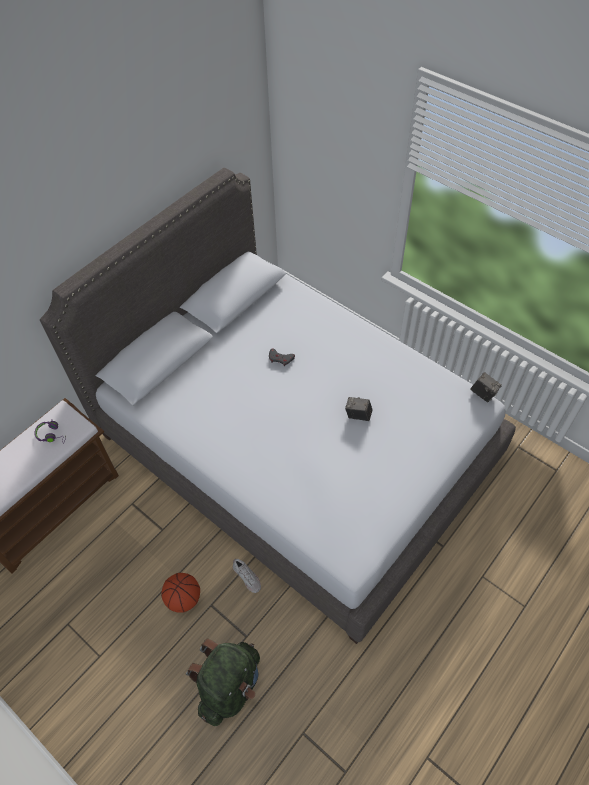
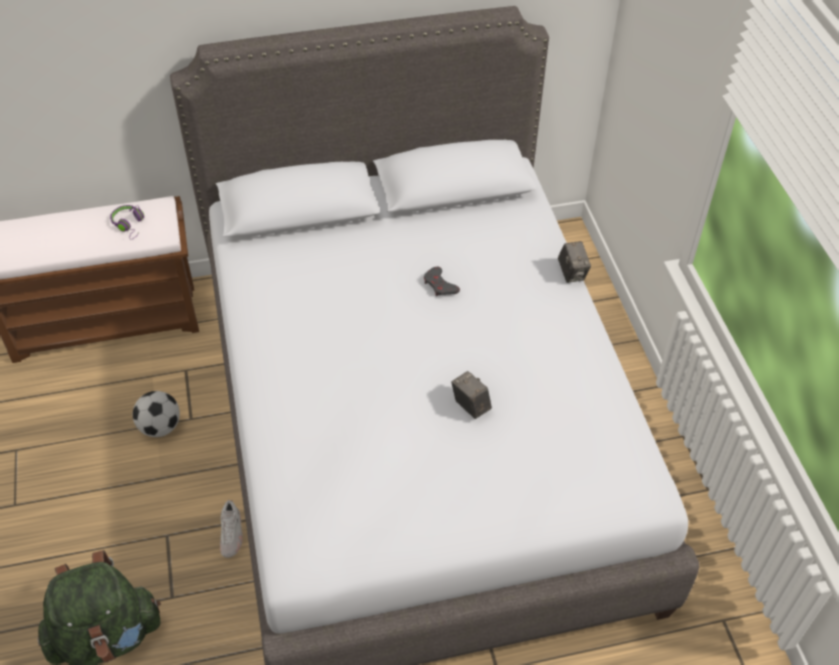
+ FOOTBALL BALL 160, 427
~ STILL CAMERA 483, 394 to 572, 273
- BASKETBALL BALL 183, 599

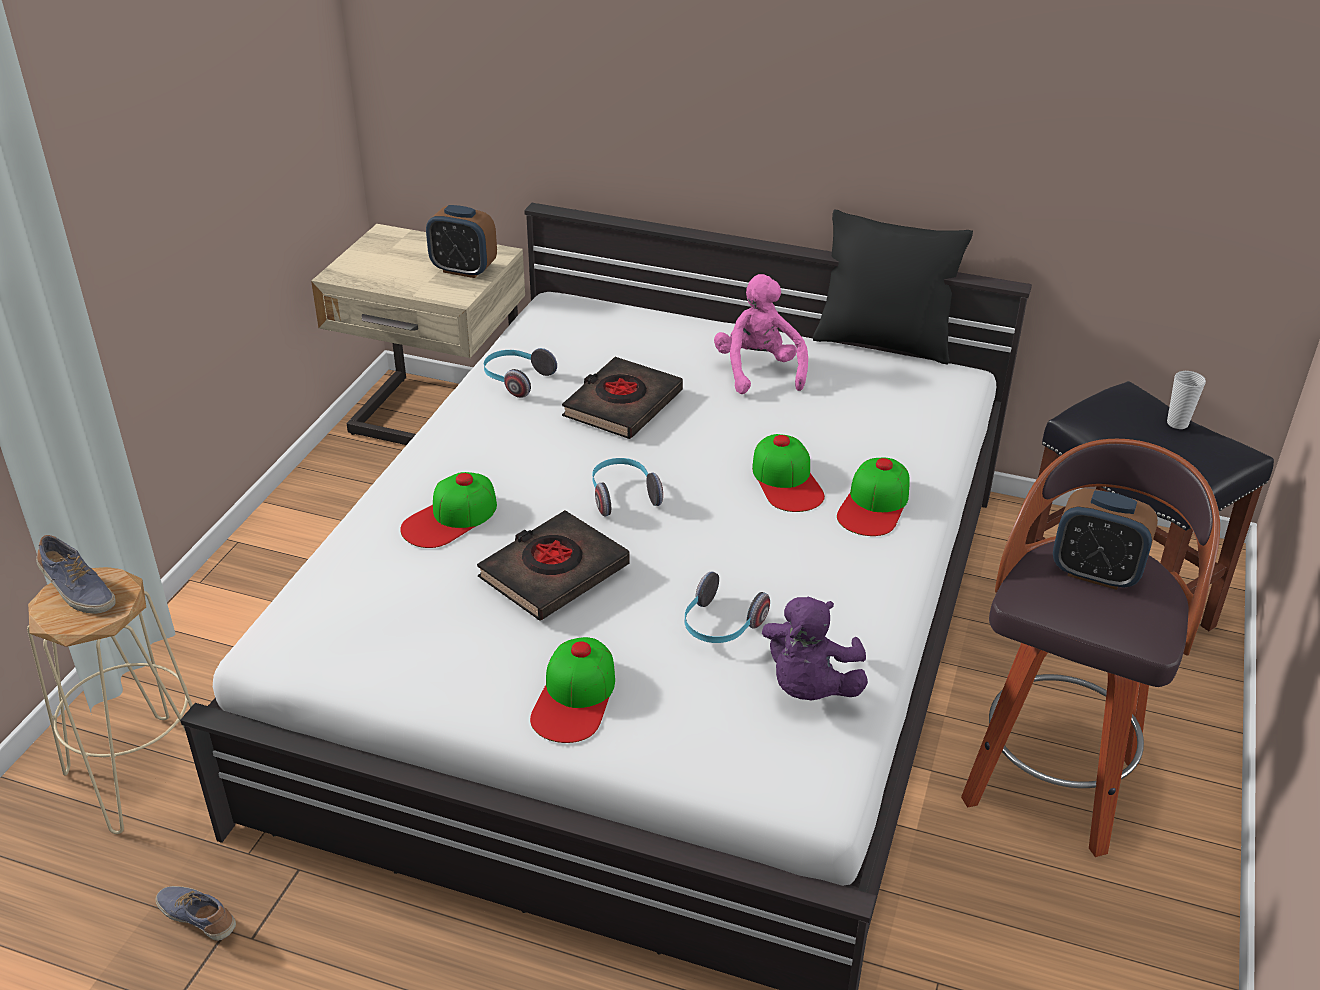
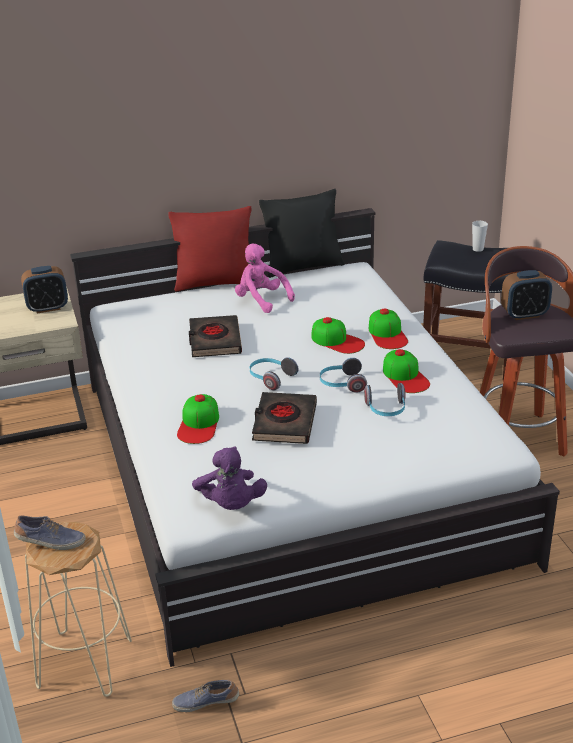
+ RED-COLOURED PILLOW 215, 283
~ PURPLE-COLOURED CUDDLY TOY 809, 687 to 231, 505
~ HEADSET 516, 380 to 342, 384
~ PEAKED CAP 575, 697 to 405, 376

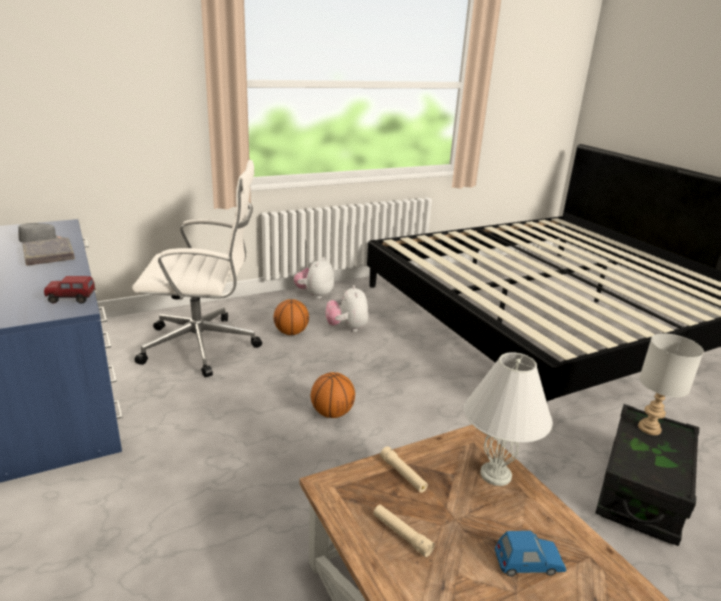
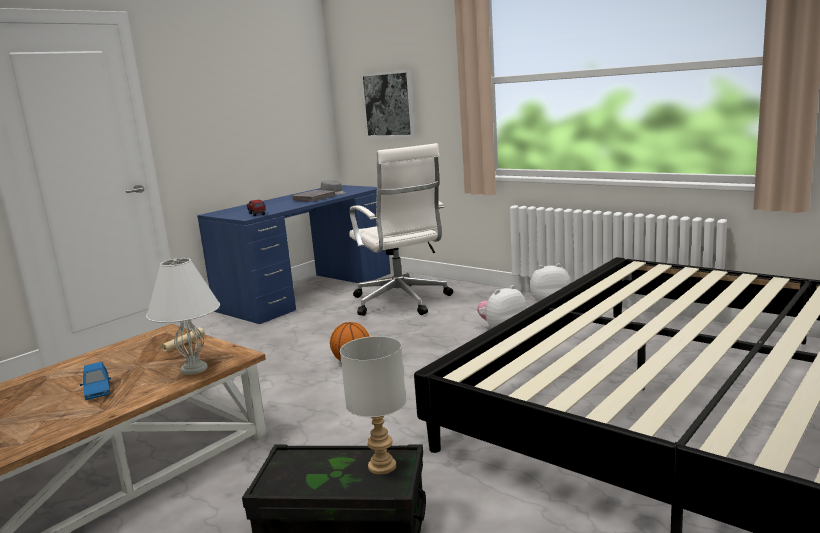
+ WALL ART 389, 104
- BASKETBALL BALL 291, 333
- BEIGE-COLOURED HAND TORCH 401, 534

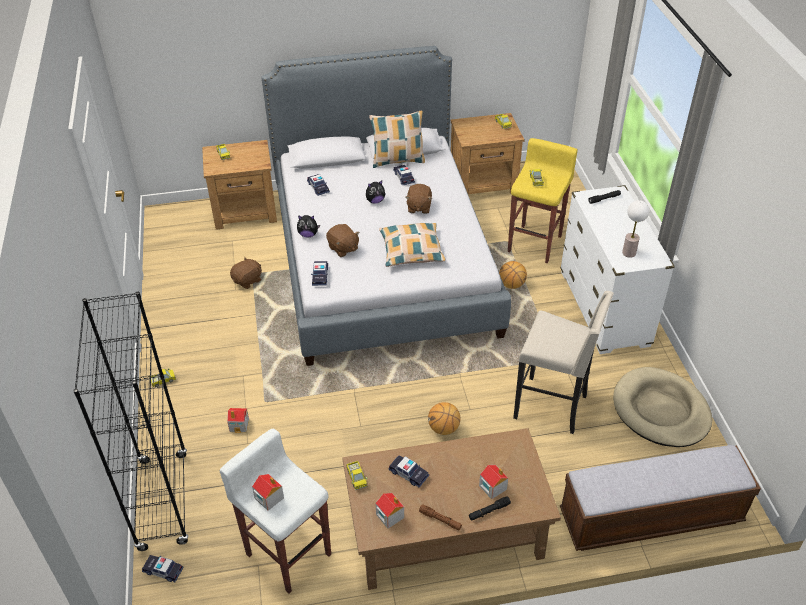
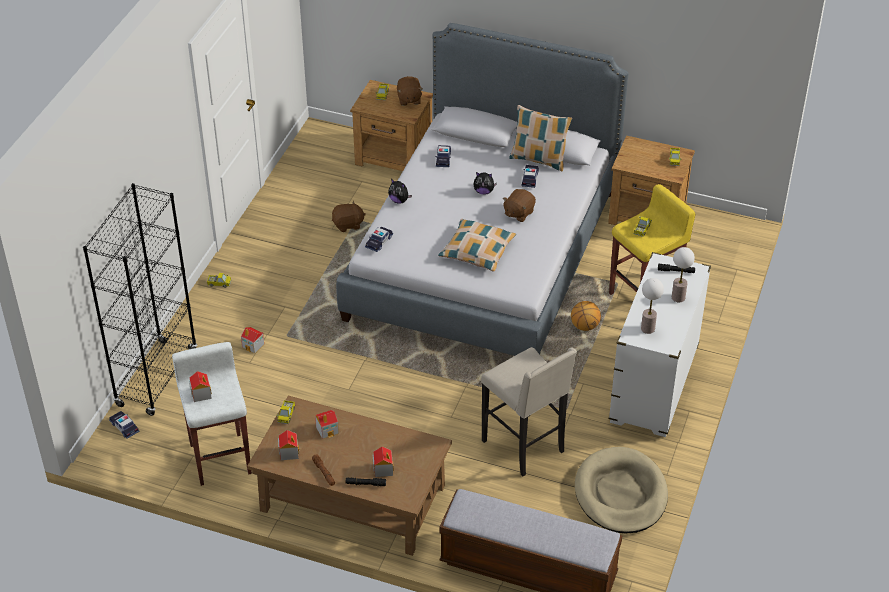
~ MINIATURE CAR 408, 474 to MODEL HOUSE 327, 430
~ BROWNISH CUDDLY TOY 343, 248 to 409, 99
+ TABLETOP LAMP 678, 297
- BASKETBALL BALL 443, 428

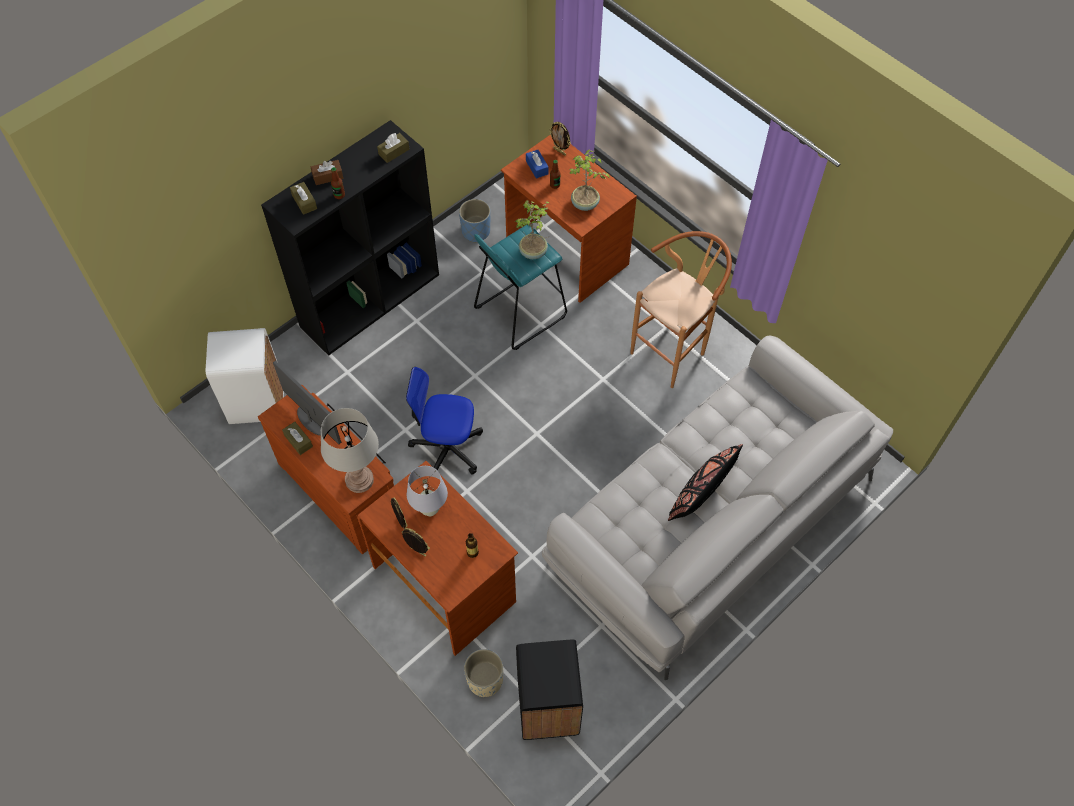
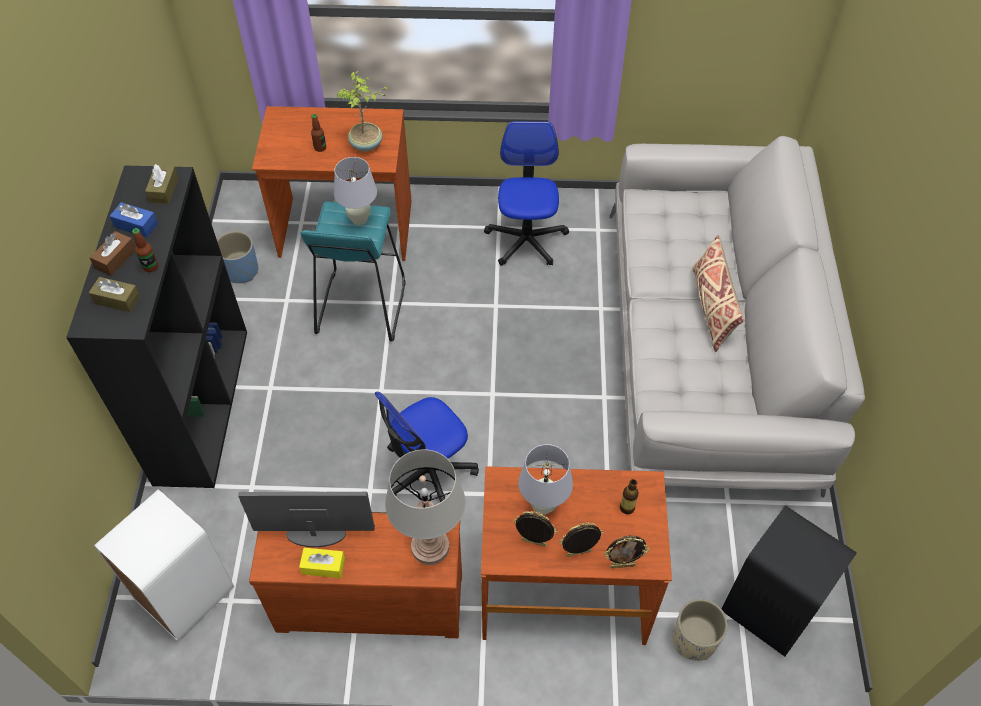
~ BLUISH BOX OF TISSUES 537, 167 to 136, 225
~ BROWNISH BOX OF TISSUES 298, 441 to YELLOW BOX OF TISSUES 323, 566
~ PLANT IN A POT 534, 252 to WHITE-COLOURED TABLETOP LAMP 359, 219
~ BROWNISH SITTING STOOL 673, 351 to DESK CHAIR 526, 240
~ STANDING FRAME 560, 151 to 622, 565
~ BLACKISH PILLOW 702, 491 to BEIGE-COLOURED PILLOW 712, 308

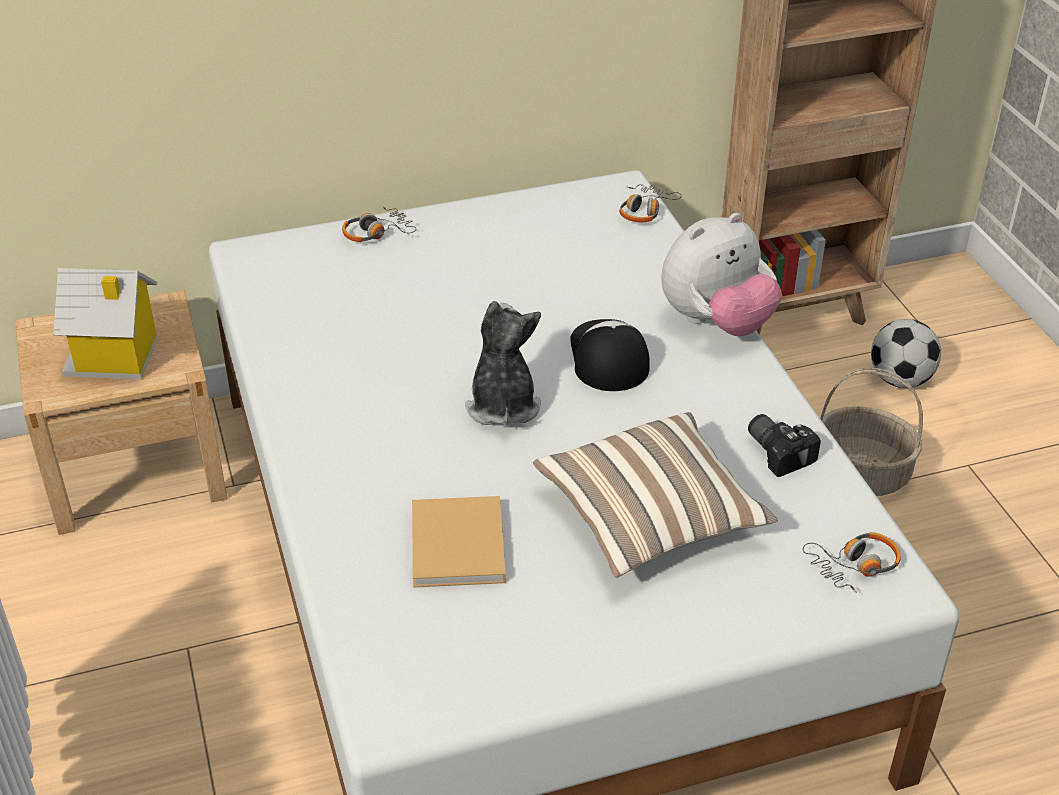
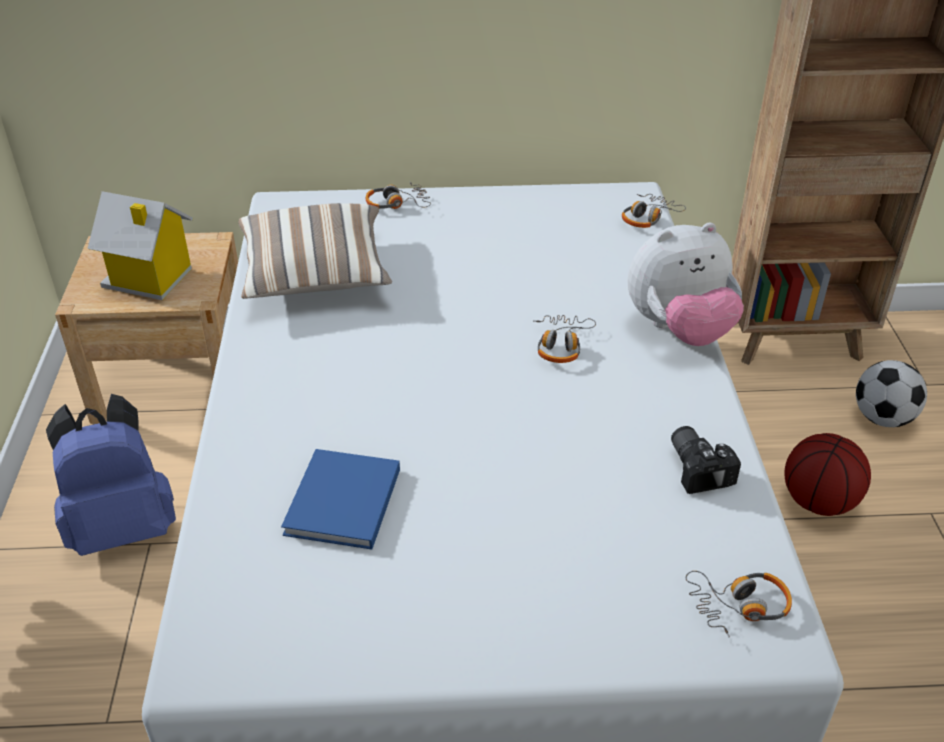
+ BLUISH BACKPACK 124, 527
~ PILLOW 651, 518 to 316, 275
~ BEIGE-COLOURED BOUND BOOK 458, 548 to BLUISH BOUND BOOK 342, 504
~ PEAKED CAP 608, 356 to HEADSET 561, 345
~ BASKET 862, 473 to BASKETBALL BALL 819, 501
- CUDDLY TOY 502, 405

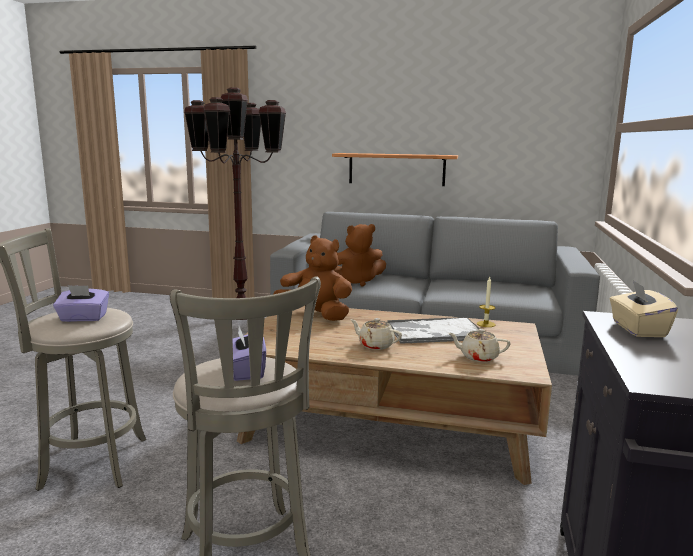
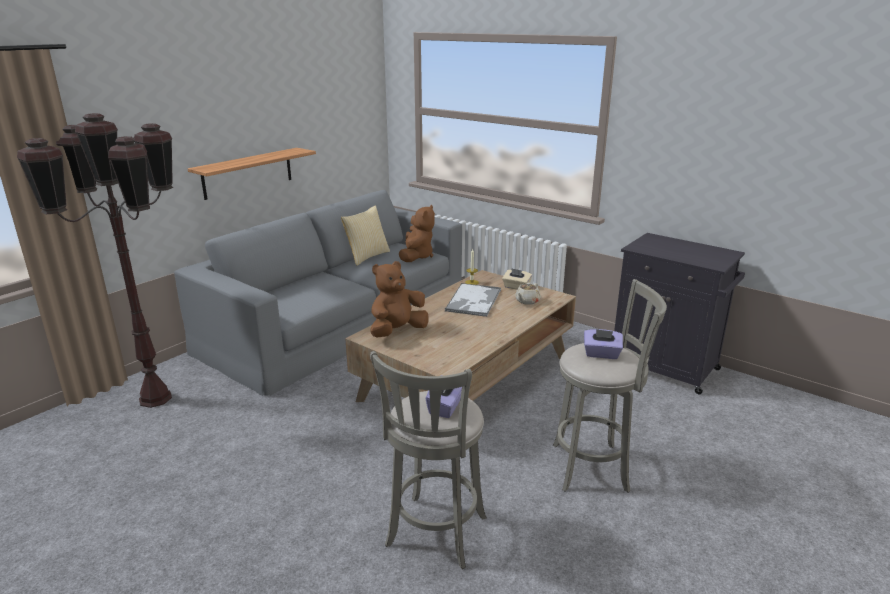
+ PILLOW 366, 257
~ BROWNISH CUDDLY TOY 357, 282 to 416, 256
~ BEIGE-COLOURED BOX OF TISSUES 637, 329 to 516, 287
- BEIGE-COLOURED TEAPOT 375, 345

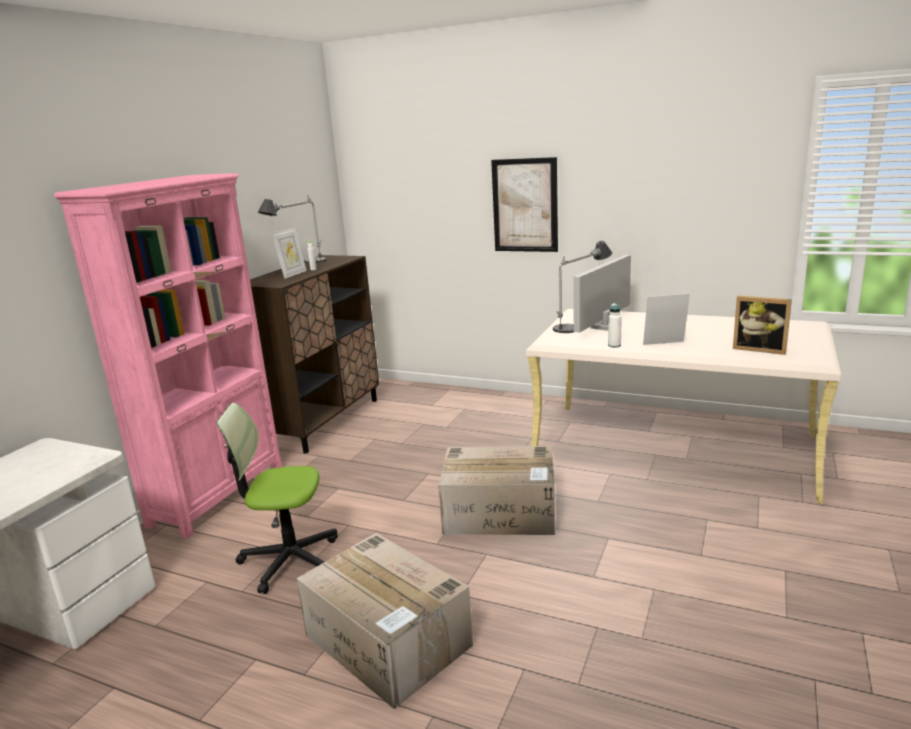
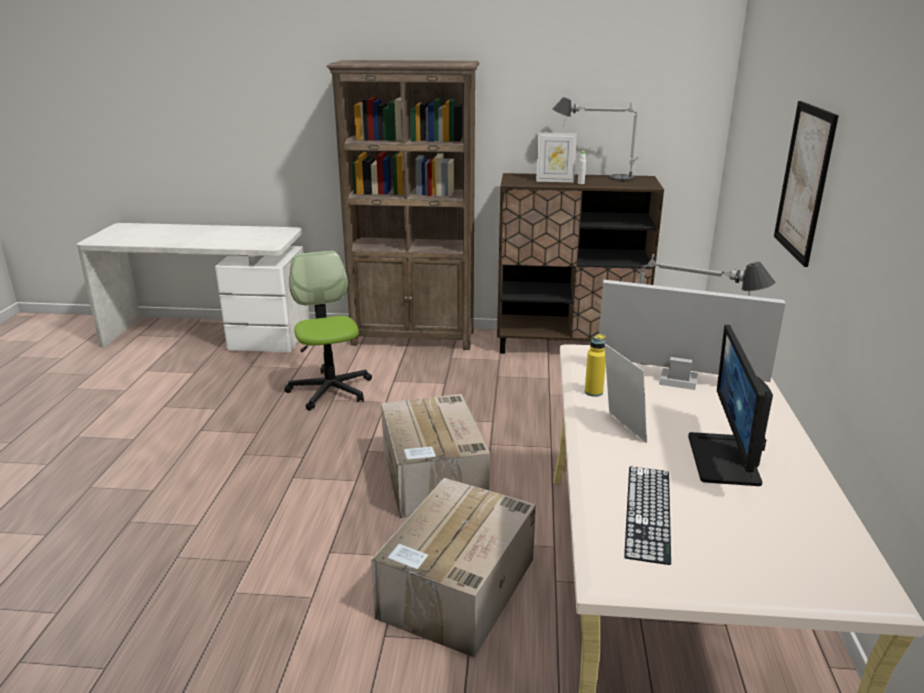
~ PINKISH BOOKCASE 219, 494 to BROWNISH BOOKCASE 414, 338
~ CARDBOARD BOX 389, 641 to 457, 589
~ WHITE-COLOURED DRINK BOTTLE 614, 345 to YELLOW DRINK BOTTLE 593, 392
~ STANDING FRAME 759, 349 to KEYBOARD 648, 512
+ MONITOR 725, 459

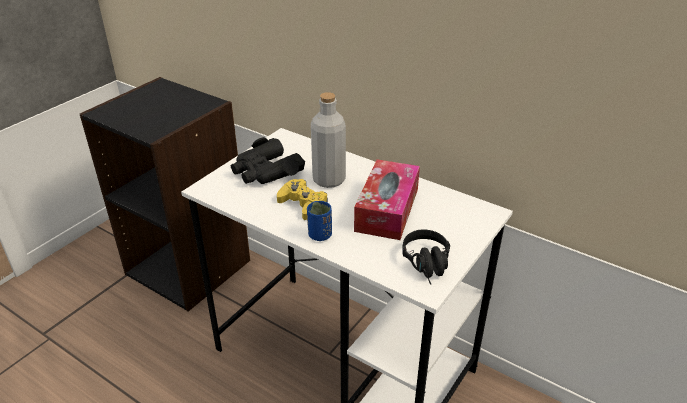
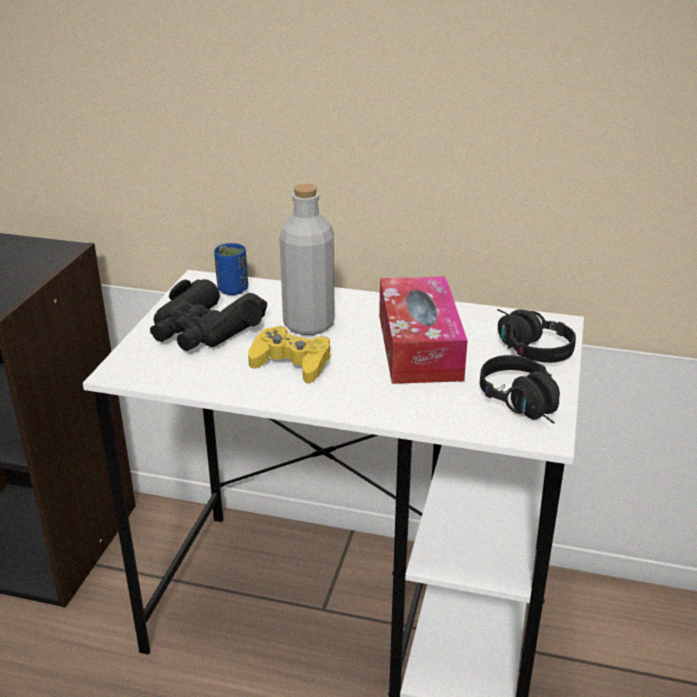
~ BLUISH SMALL CUP 320, 235 to 233, 290
+ BLACKISH HEADSET 525, 347

